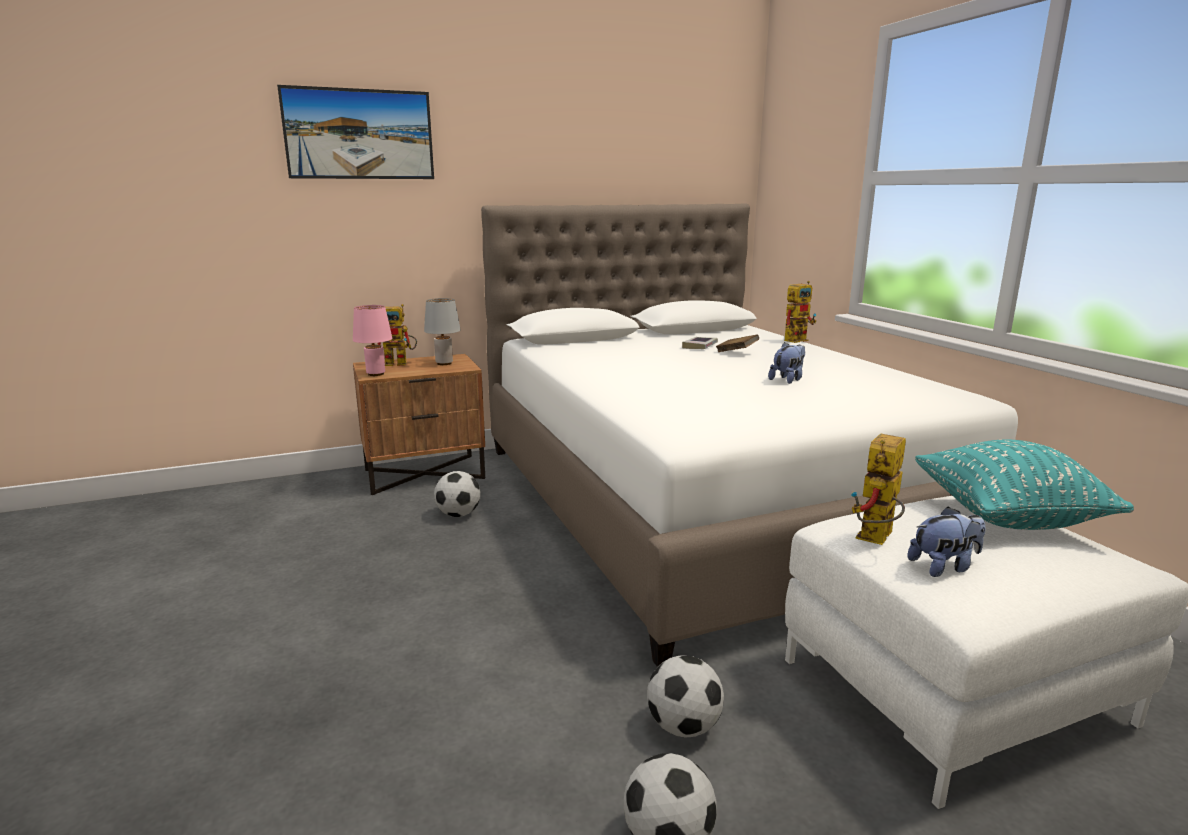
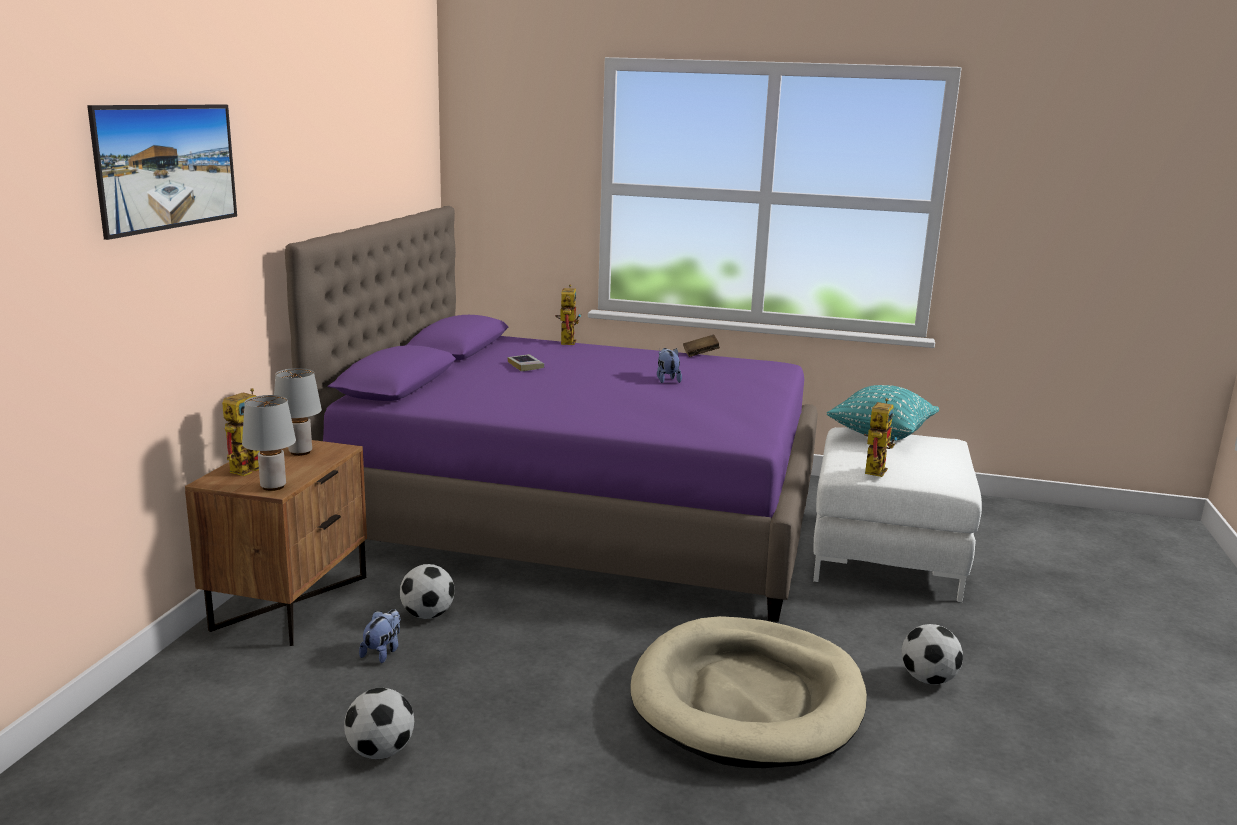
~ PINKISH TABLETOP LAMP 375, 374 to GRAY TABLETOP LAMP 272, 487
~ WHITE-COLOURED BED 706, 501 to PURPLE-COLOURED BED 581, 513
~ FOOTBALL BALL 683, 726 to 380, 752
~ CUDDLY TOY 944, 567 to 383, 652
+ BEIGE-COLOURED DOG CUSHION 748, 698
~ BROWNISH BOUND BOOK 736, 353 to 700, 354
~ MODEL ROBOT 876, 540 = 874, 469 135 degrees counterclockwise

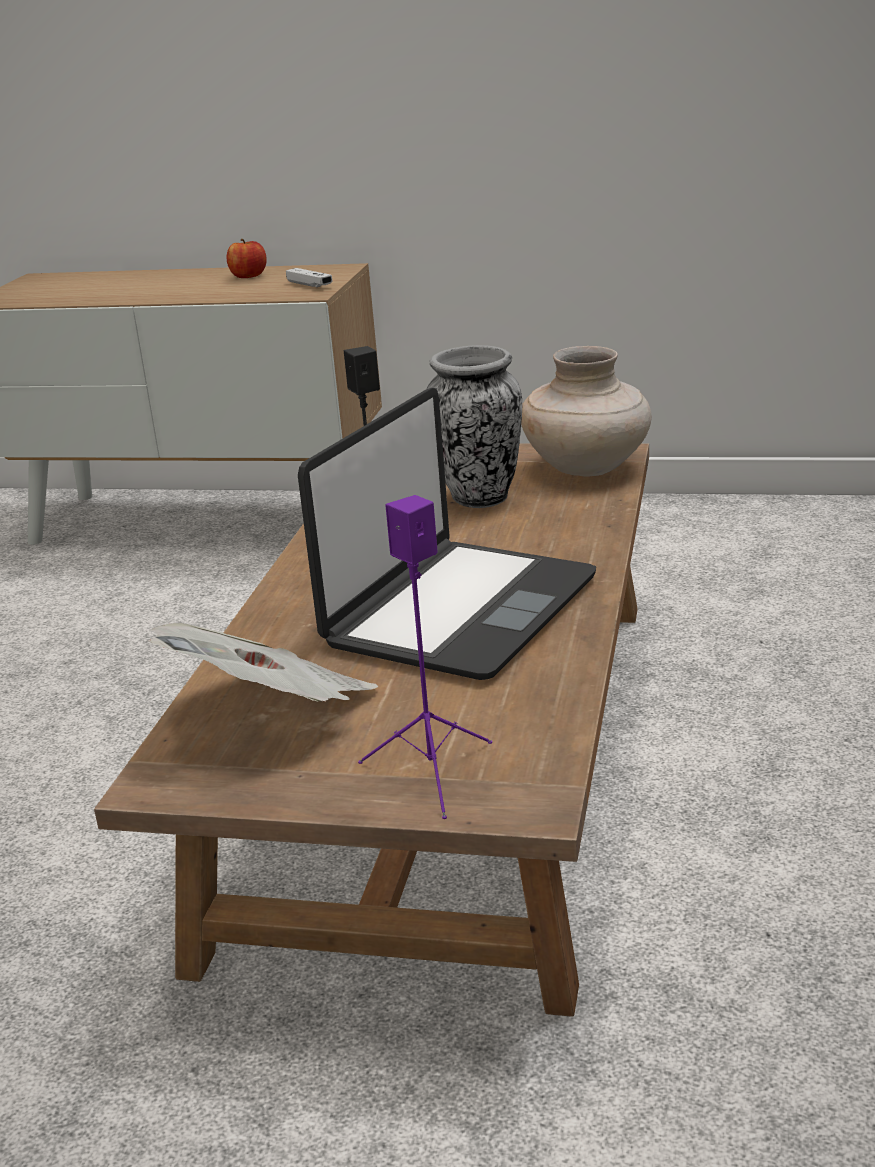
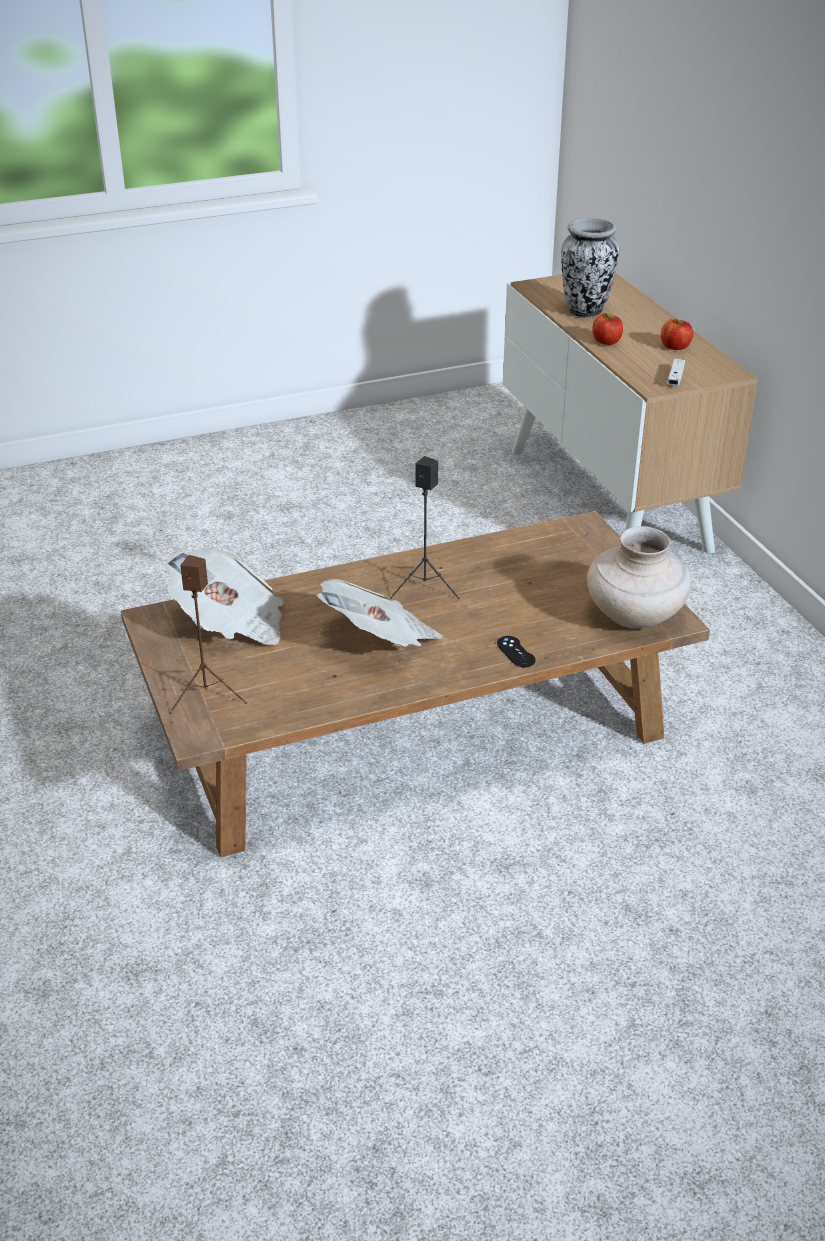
~ PURPLE-COLOURED AUDIO SPEAKER 432, 774 to BROWNISH AUDIO SPEAKER 205, 695
~ LAPTOP 459, 611 to NEWSPAPER 381, 641
+ BLACKISH GAMEPAD 516, 652
~ FLOWER VASE 480, 498 to 586, 311
+ WHOLE APPLE 606, 342

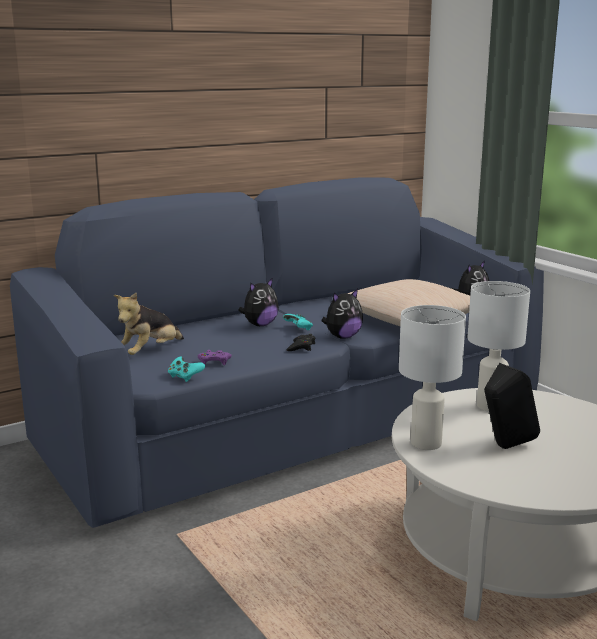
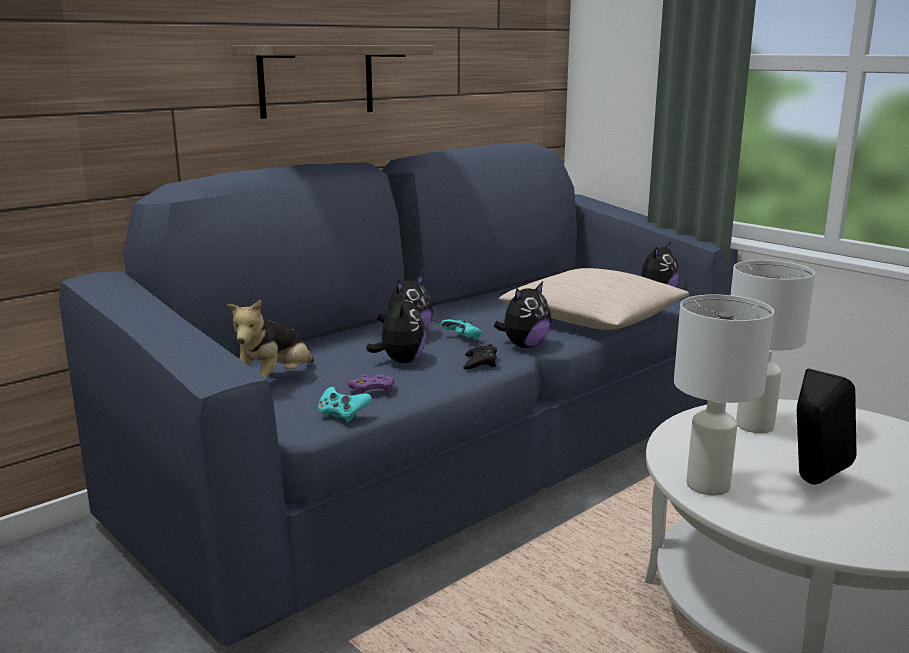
+ WALL SHELF 317, 80
+ CUDDLY TOY 400, 361

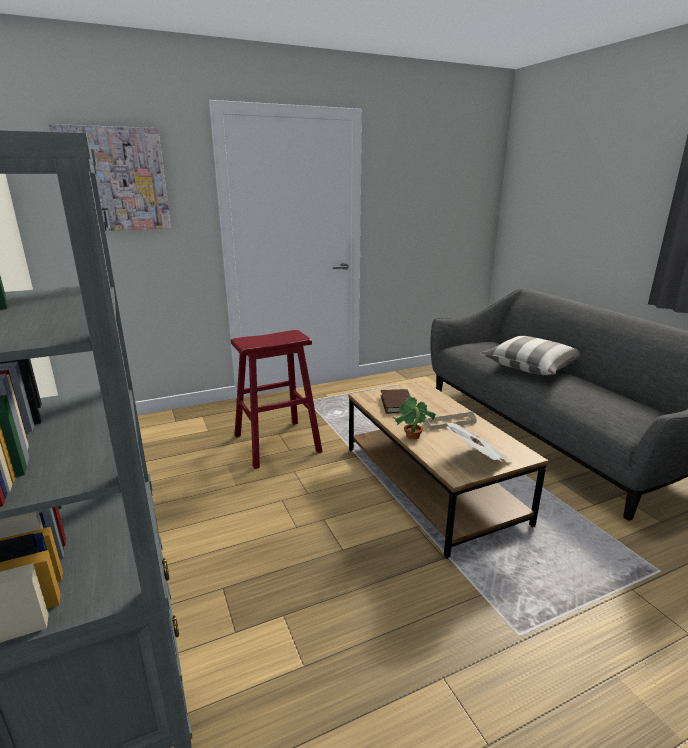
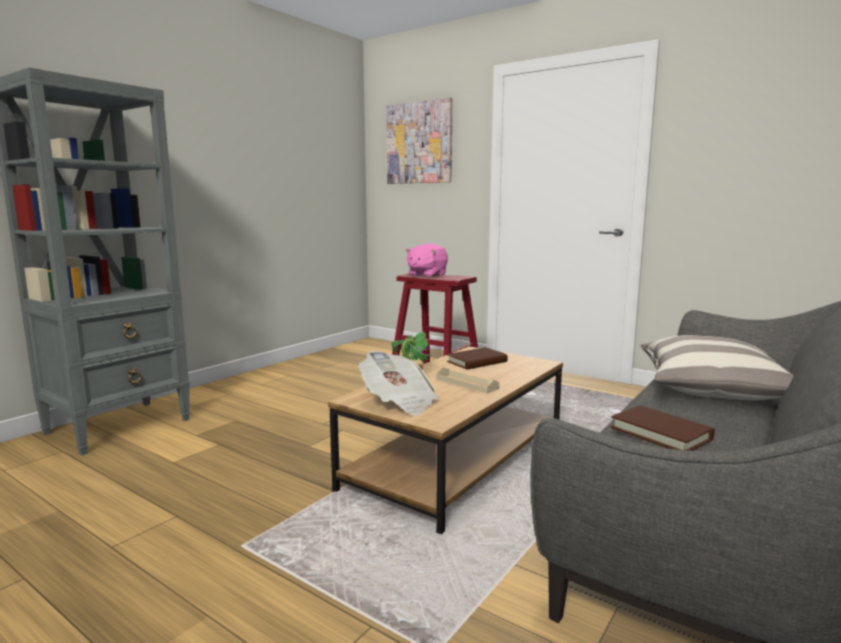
+ PINKISH CUDDLY TOY 426, 275
+ BROWNISH BOUND BOOK 660, 433

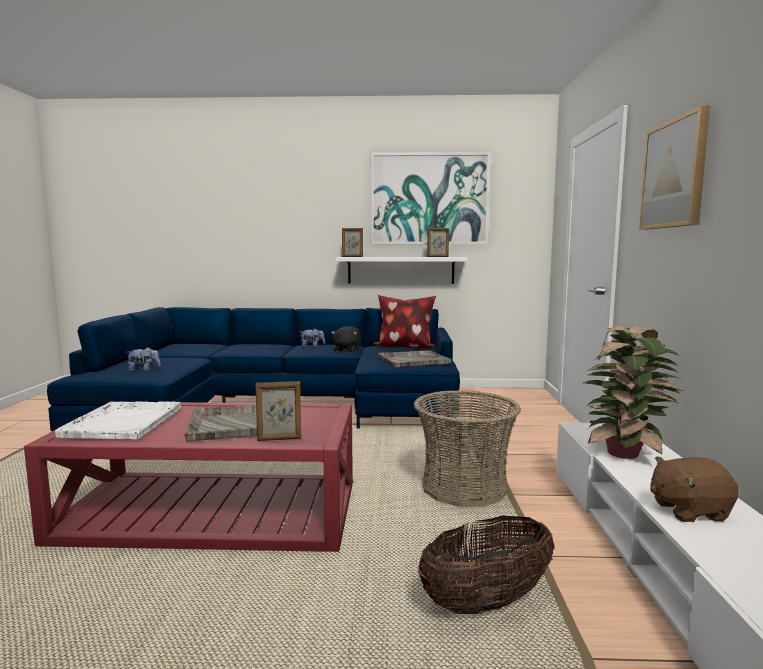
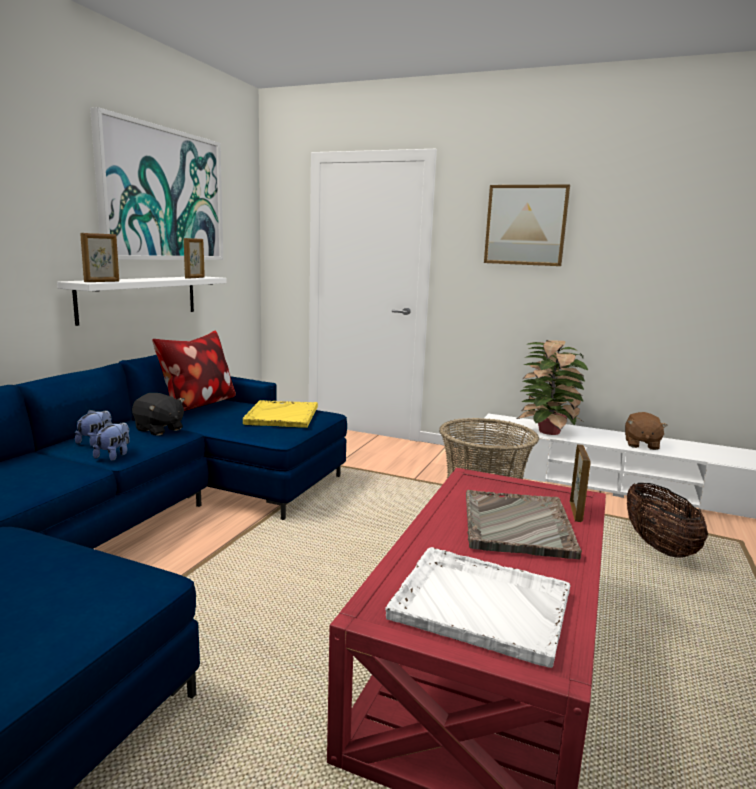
~ CUDDLY TOY 144, 371 to 114, 456
~ GRAY TRAY 412, 360 to YELLOW TRAY 281, 416

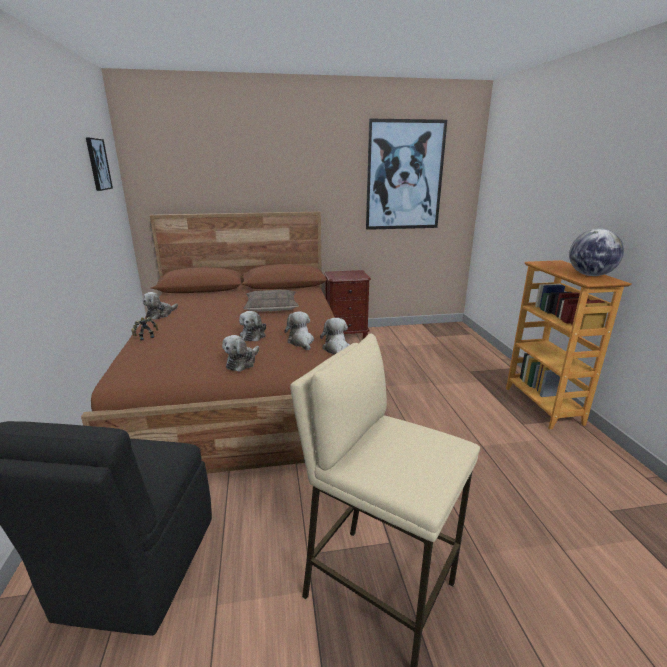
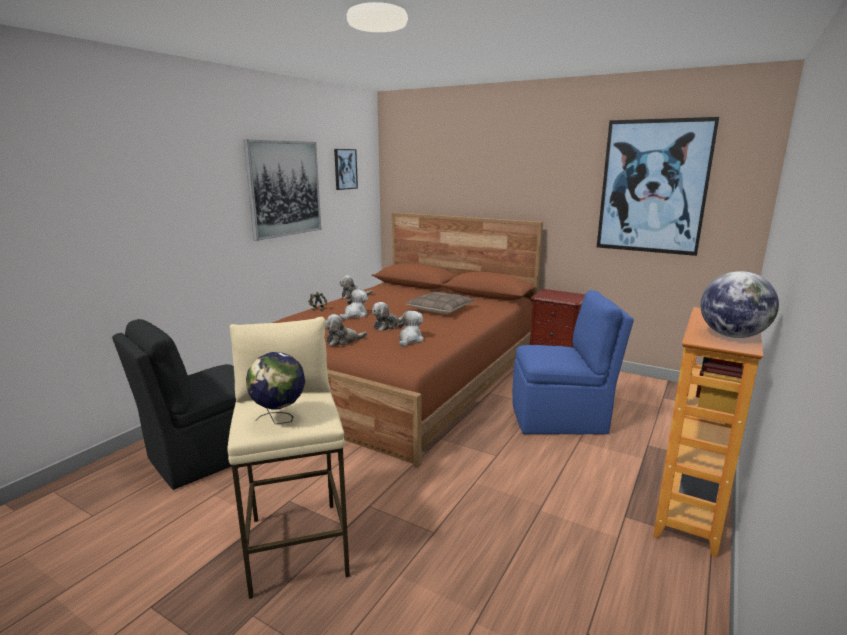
+ WALL ART 284, 188
+ DESK GLOBE 279, 420
~ CUDDLY TOY 336, 349 to 354, 315
+ BLUISH CHAIR 561, 419

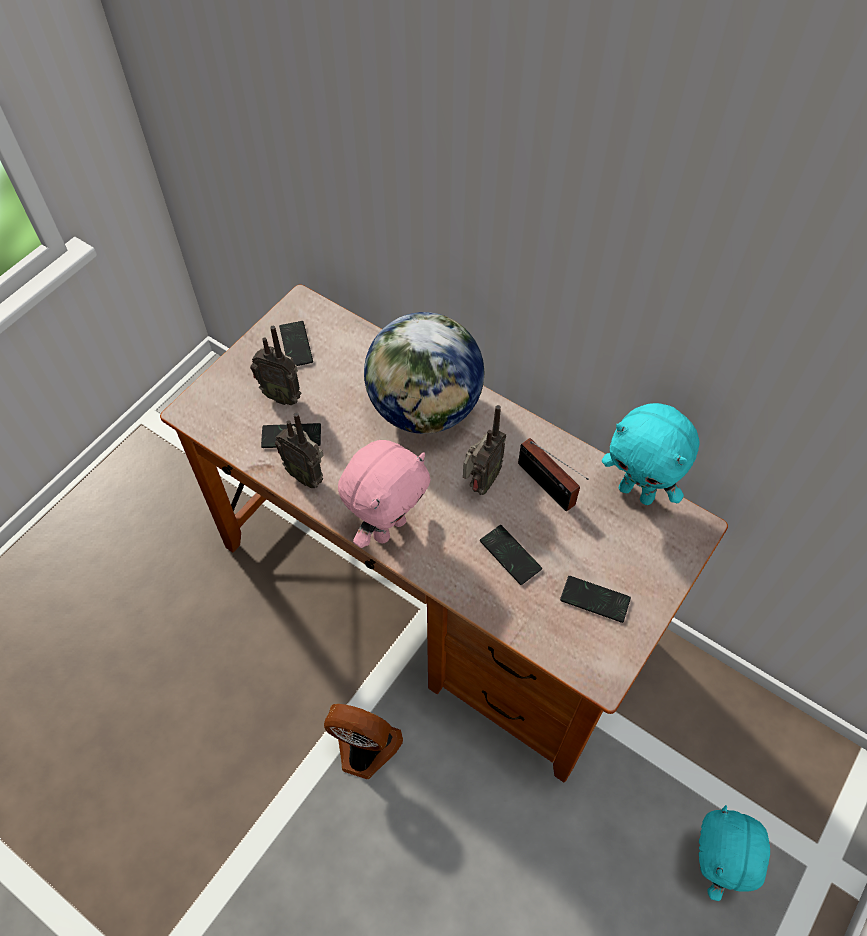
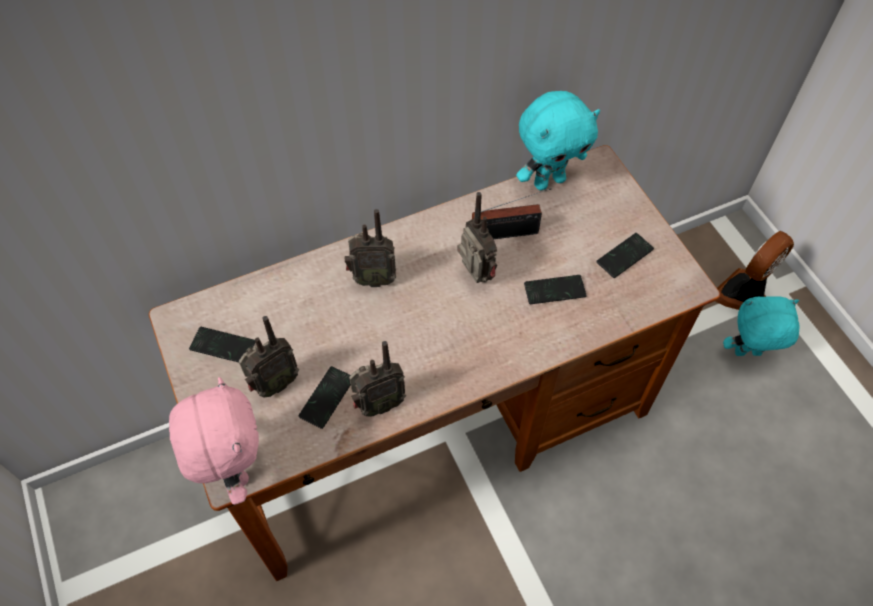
~ PINKISH CUDDLY TOY 388, 527 to 234, 470
~ DESK GLOBE 425, 409 to RADIO SET 372, 278
~ FAN 364, 748 to 743, 295
~ BLUE-GREEN CUDDLY TOY 712, 863 = 747, 354 135 degrees clockwise

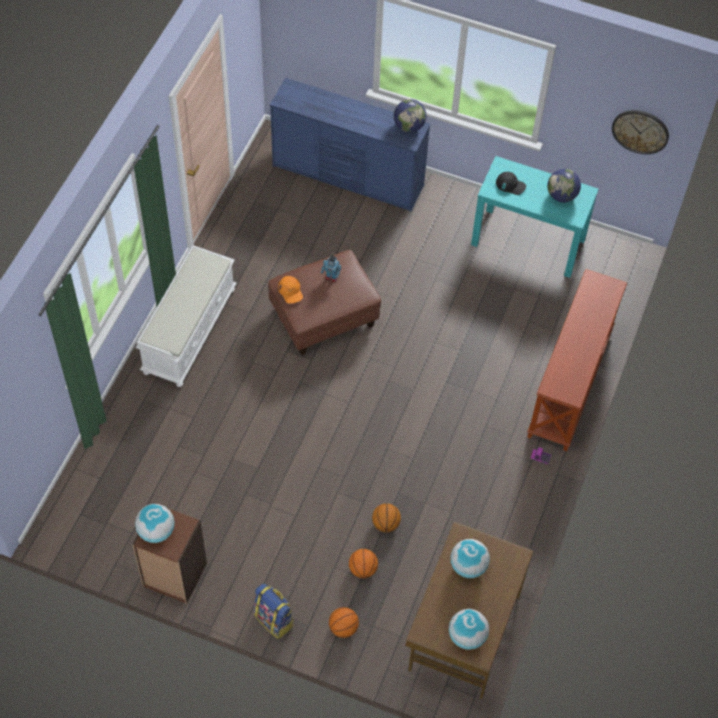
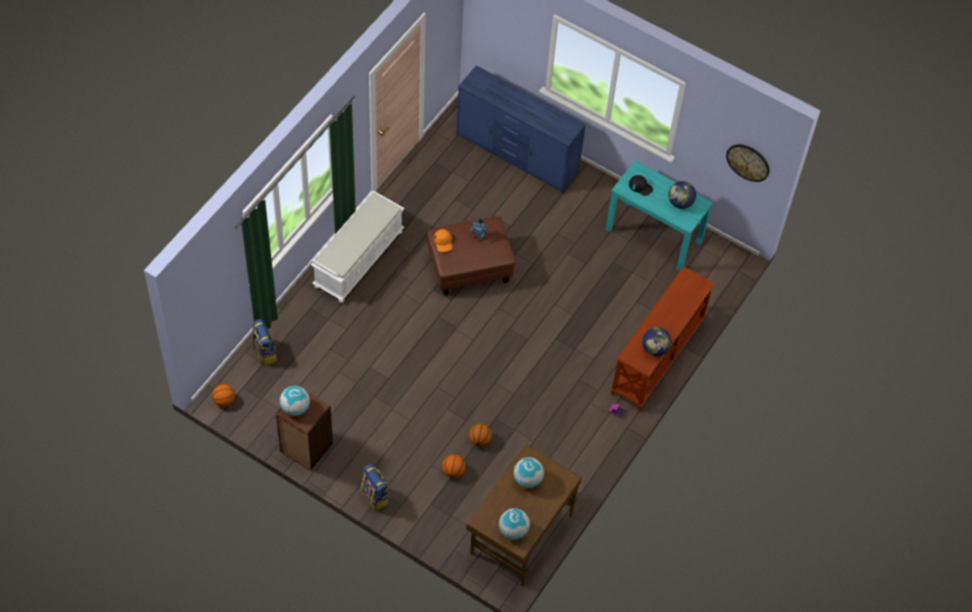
~ BASKETBALL BALL 343, 628 to 224, 400
+ BACKPACK 264, 352
~ DESK GLOBE 409, 126 to 655, 349

